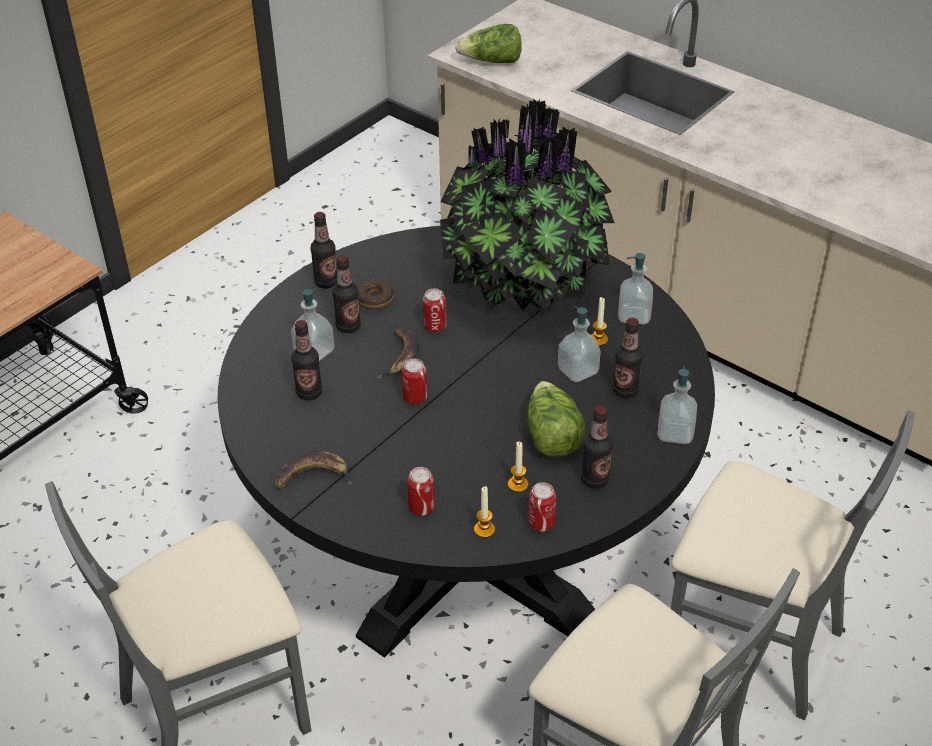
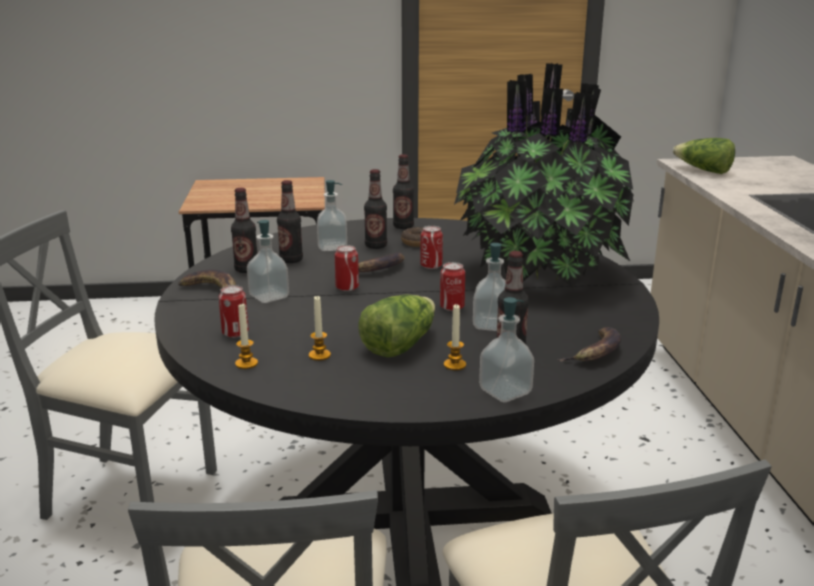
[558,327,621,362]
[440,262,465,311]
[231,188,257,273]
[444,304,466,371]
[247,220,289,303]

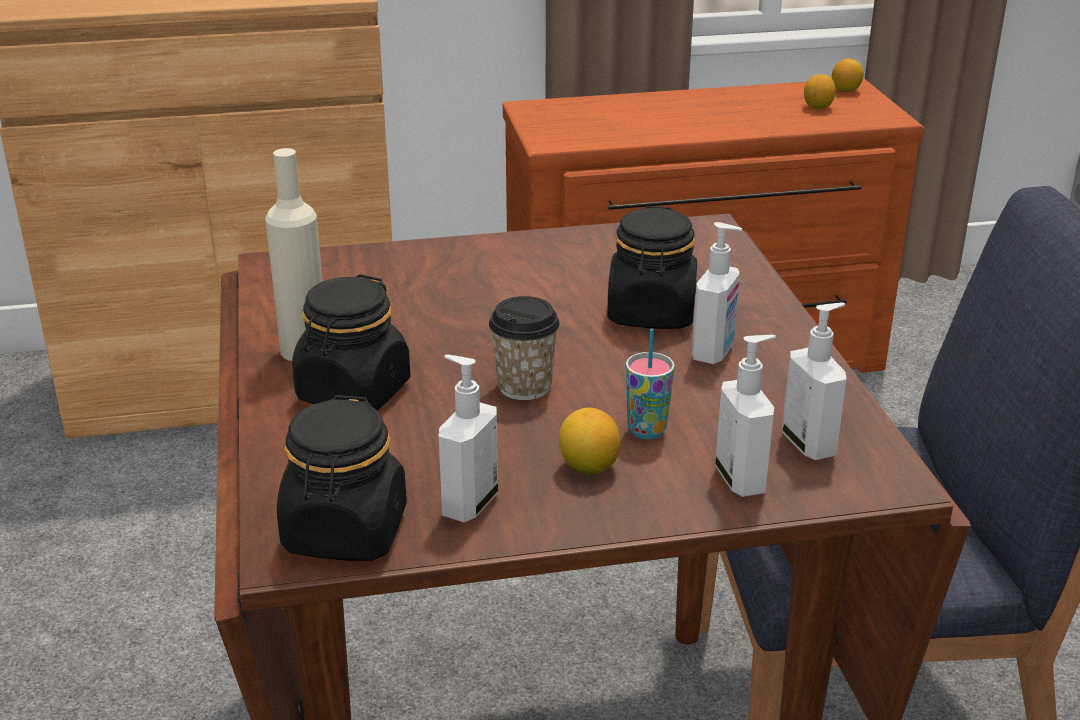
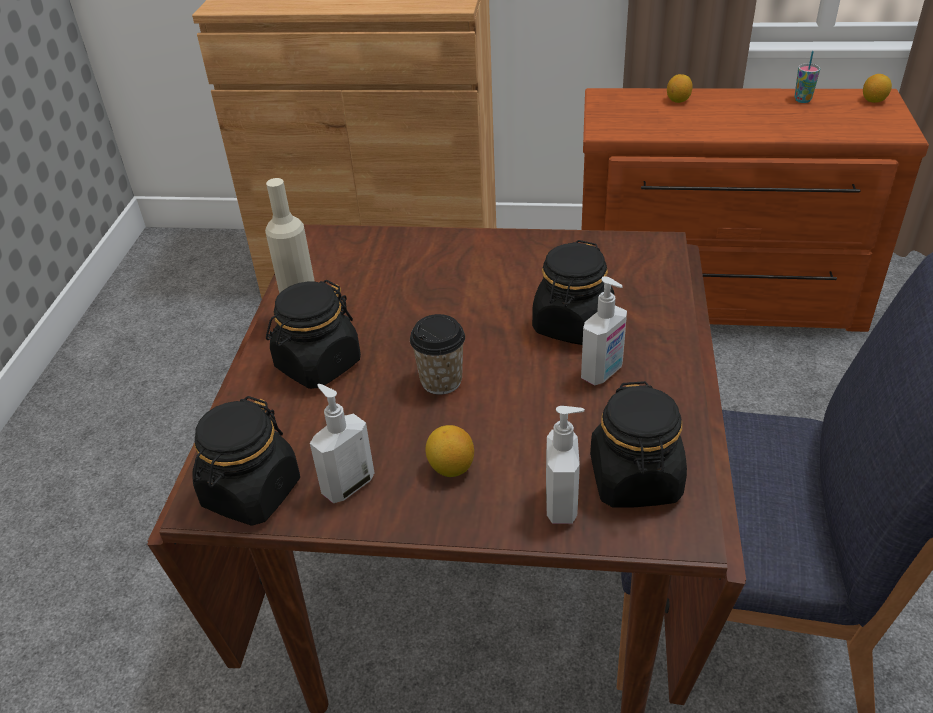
[795,51,820,103]
[667,74,693,103]
[590,381,687,508]

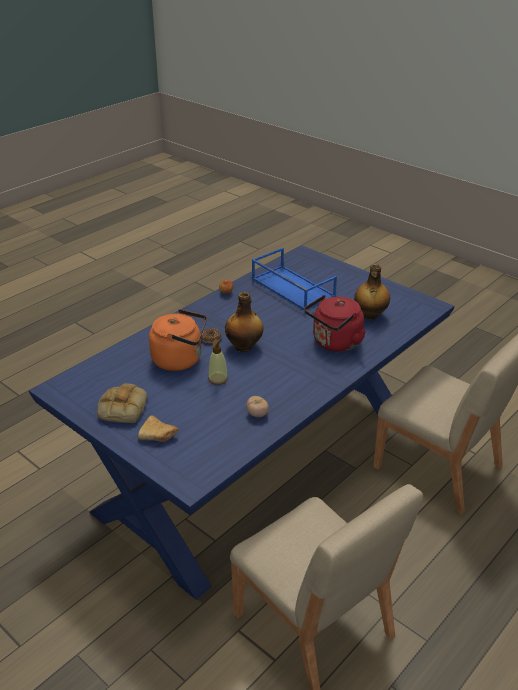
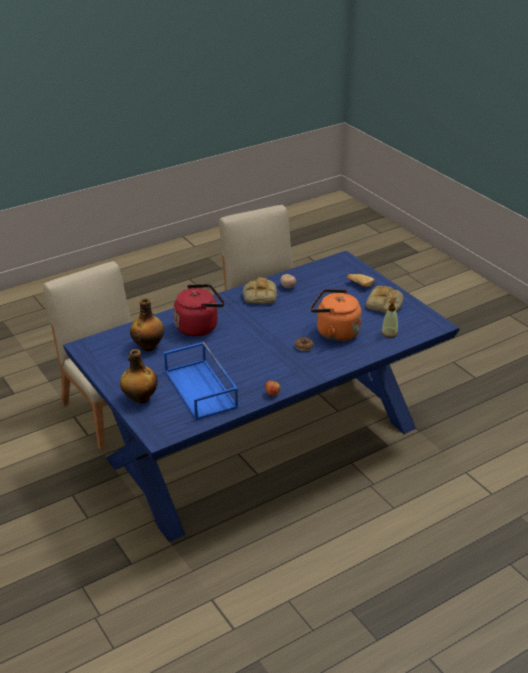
[243,278,277,304]
[381,297,398,338]
[120,349,158,404]

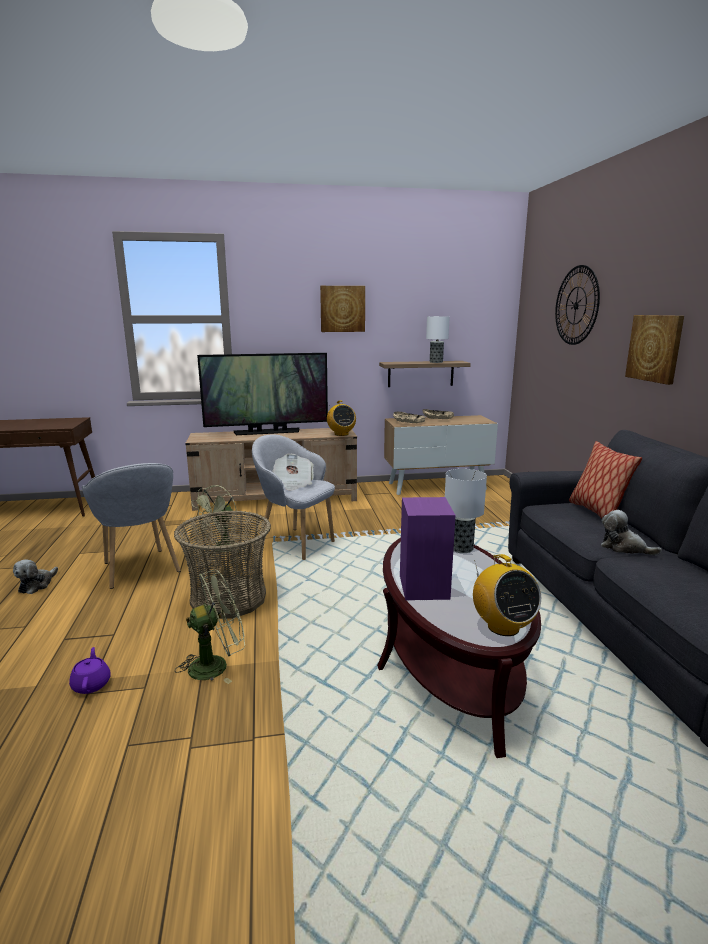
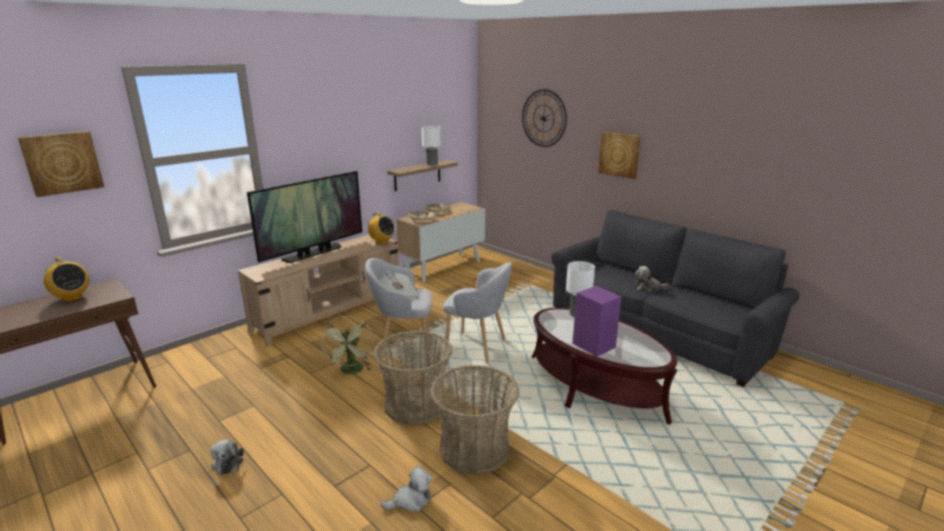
[569,441,642,519] (first image)
[443,262,512,364]
[18,131,104,197]
[44,257,89,302]
[381,466,432,512]
[430,365,519,475]

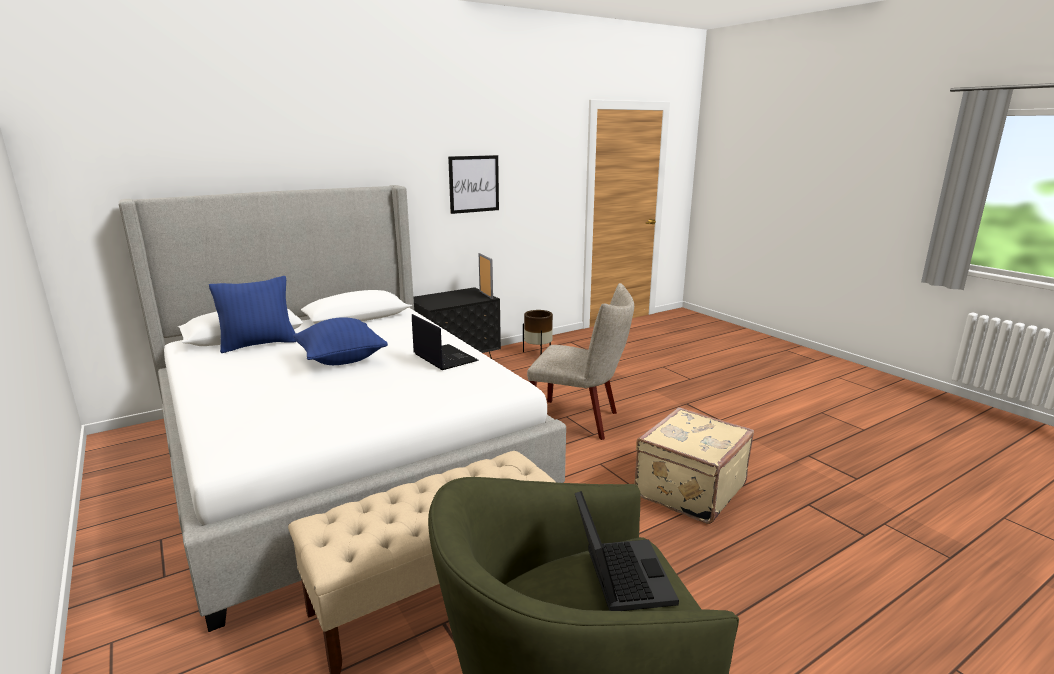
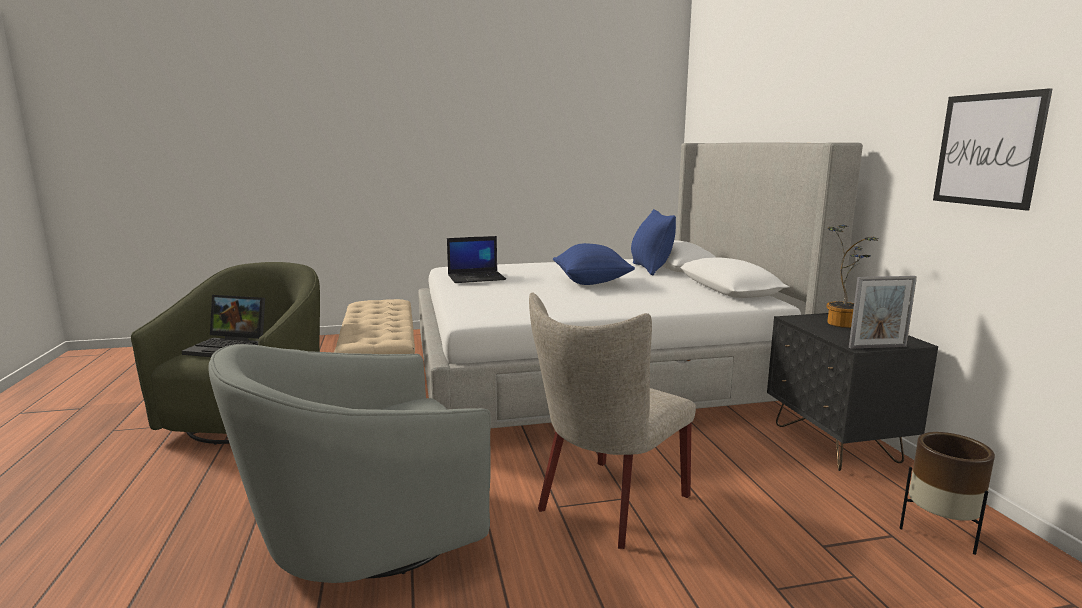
[826,225,878,328]
[447,236,506,283]
[208,344,491,583]

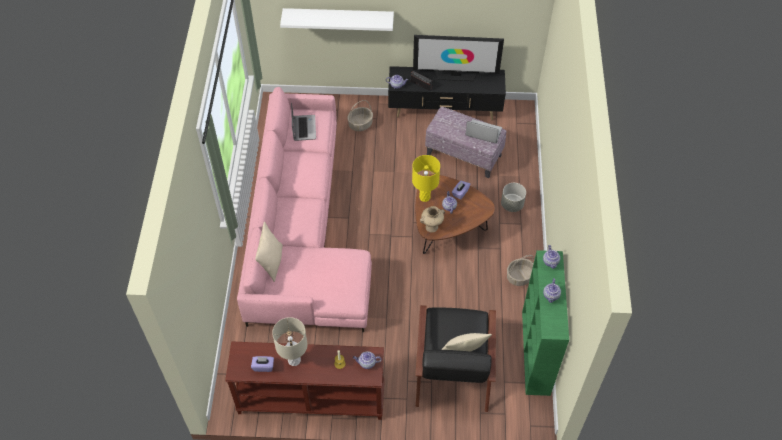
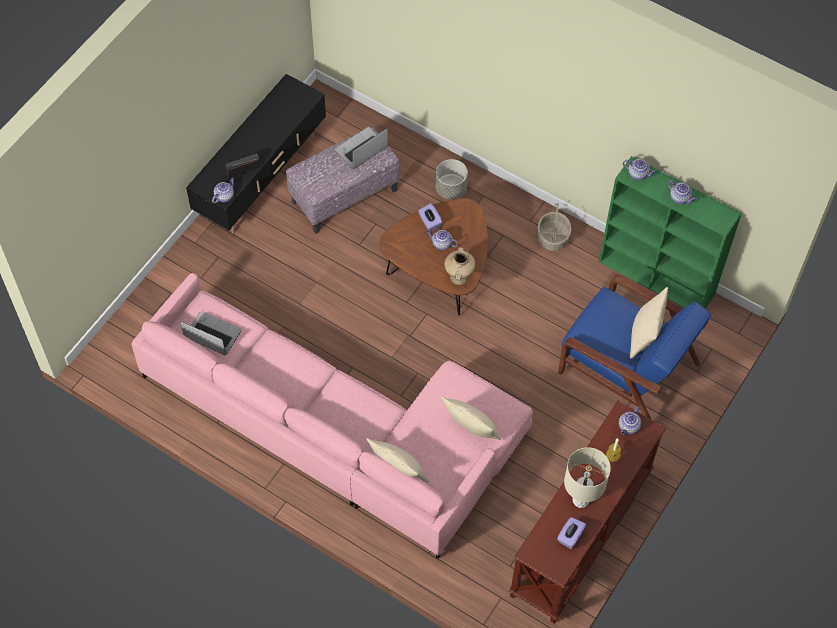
[280,8,394,31] (first image)
[347,100,373,131] (first image)
[412,155,440,202] (first image)
[413,35,504,81] (first image)
[441,396,501,440]
[558,274,711,419]

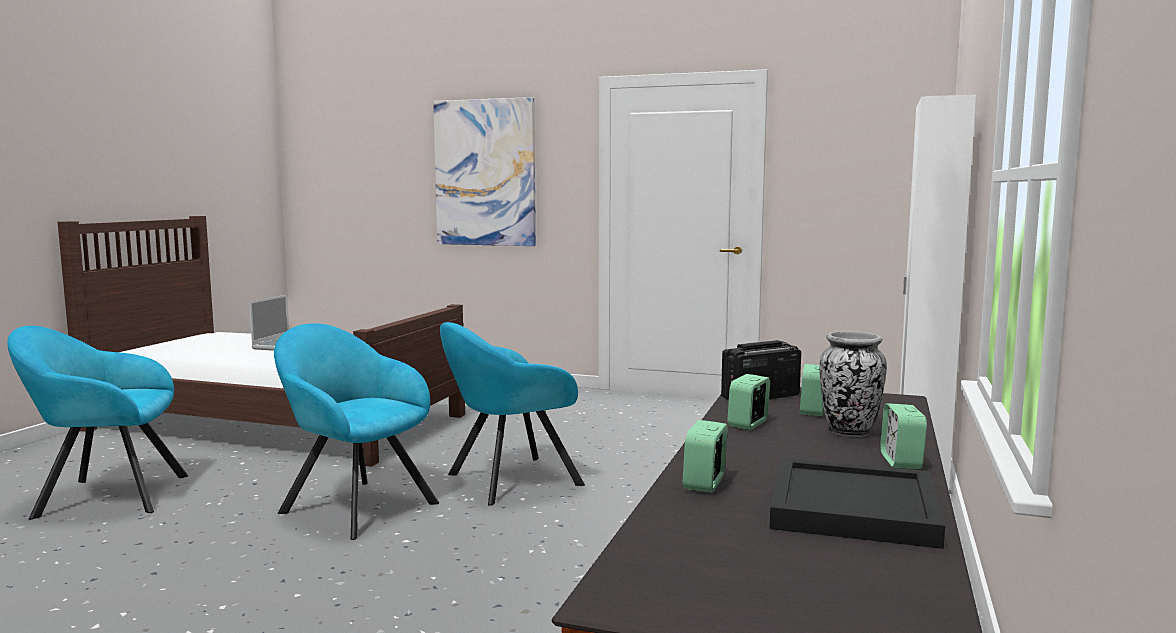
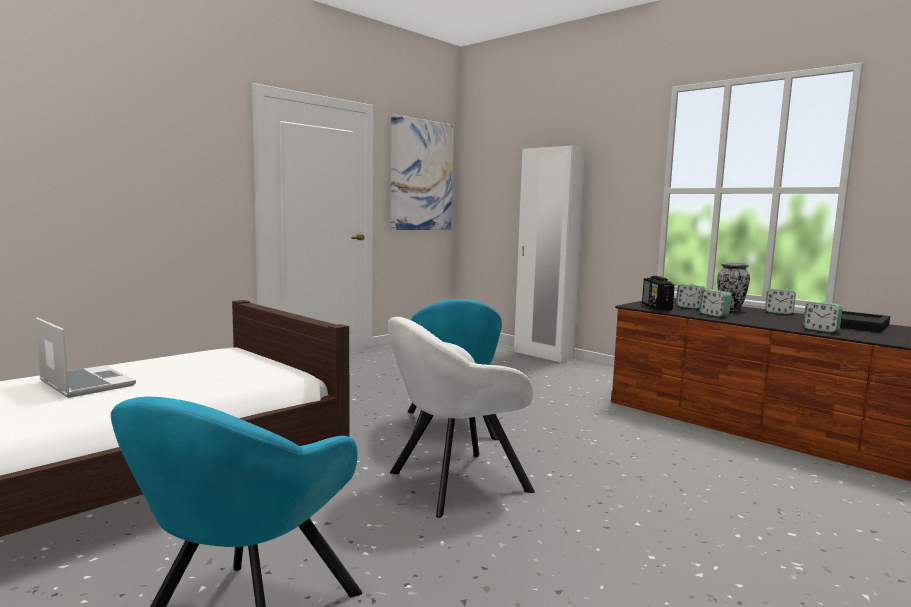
[390,114,454,230]
[388,317,535,518]

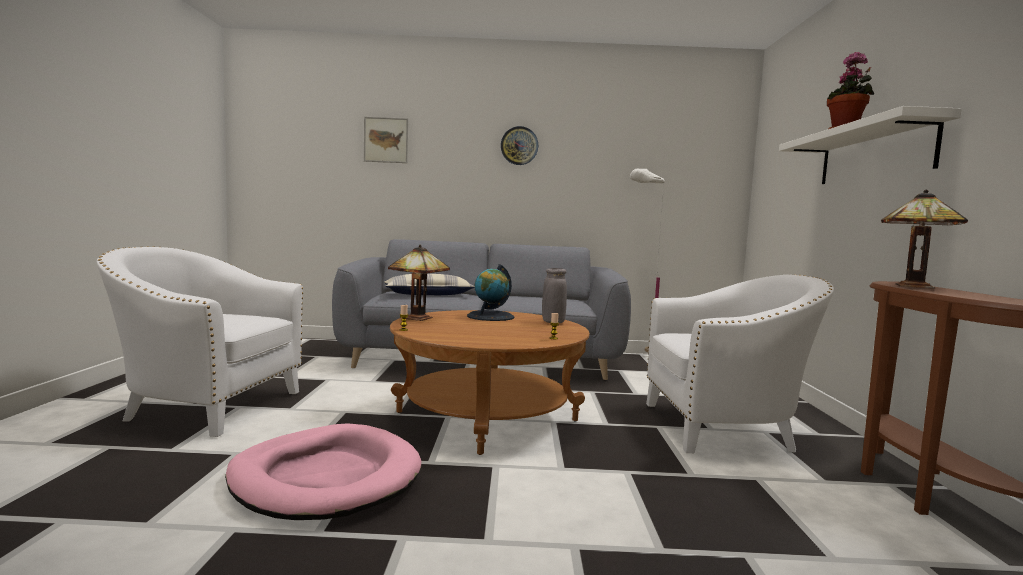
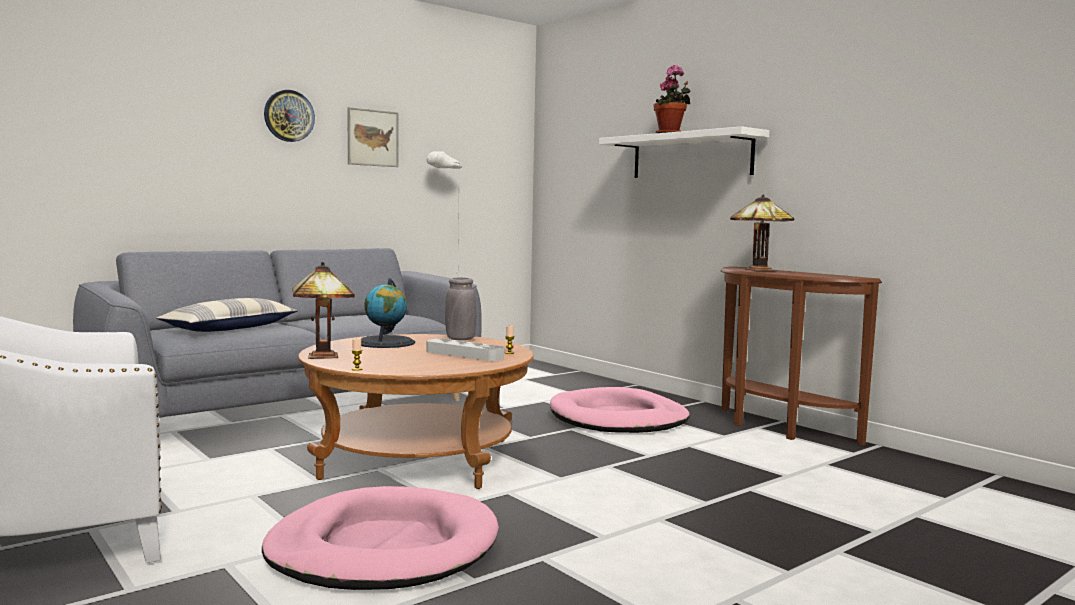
[427,338,504,361]
[347,107,398,167]
[550,387,690,433]

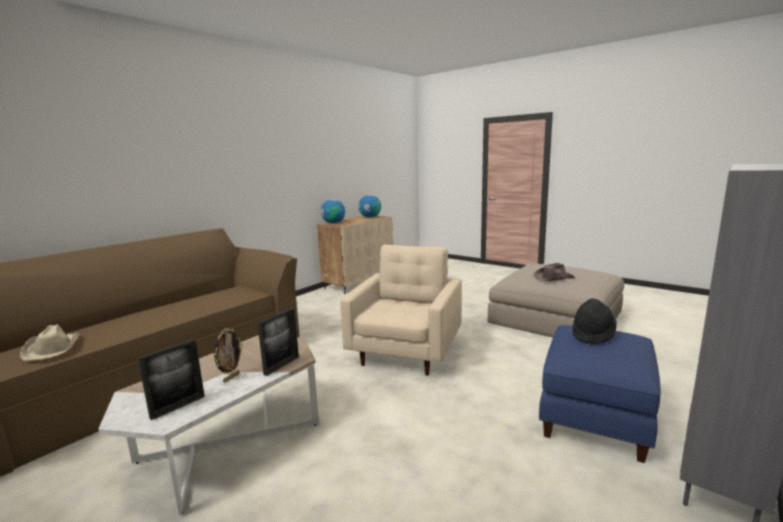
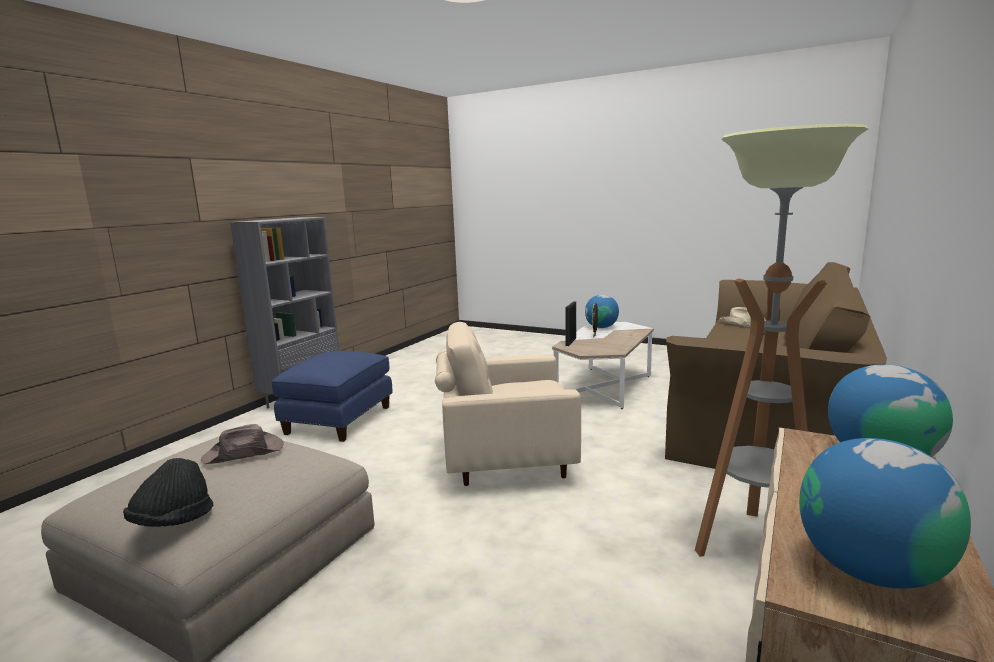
[695,124,869,557]
[123,458,213,527]
[585,295,619,328]
[435,322,581,486]

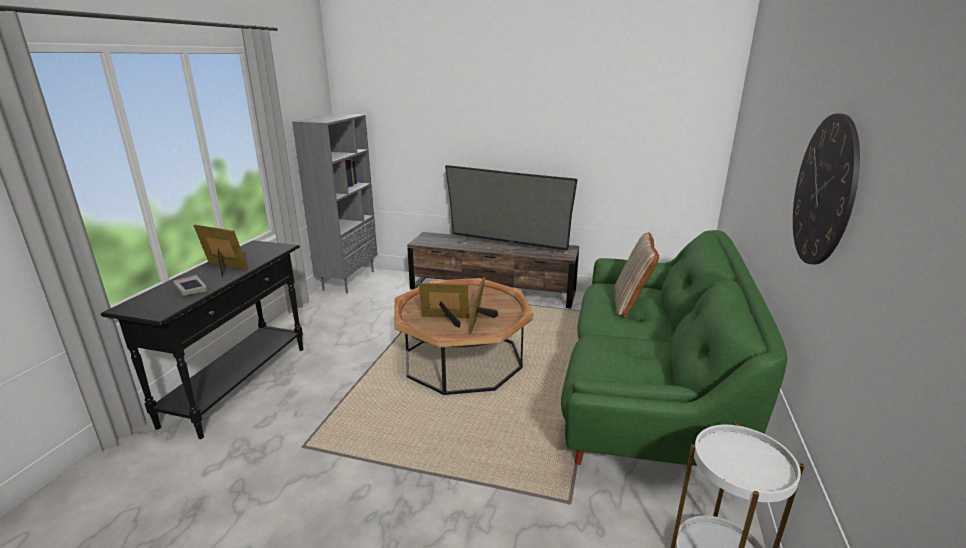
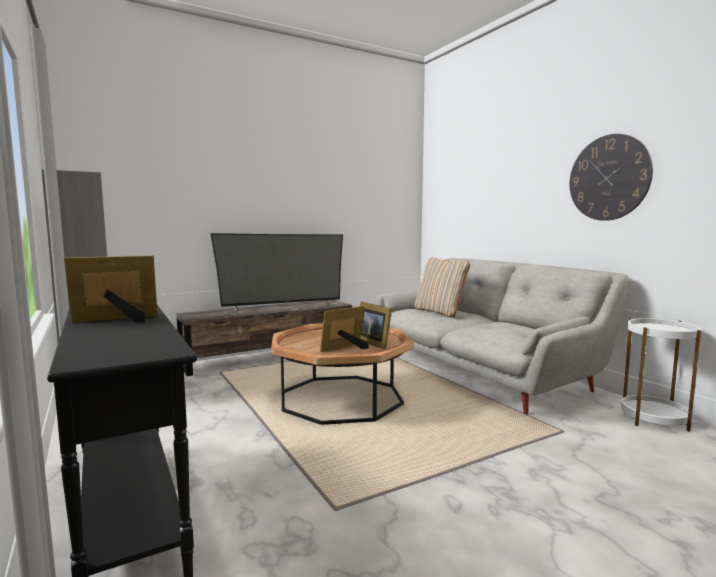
[173,275,207,296] (first image)
[376,258,629,415]

